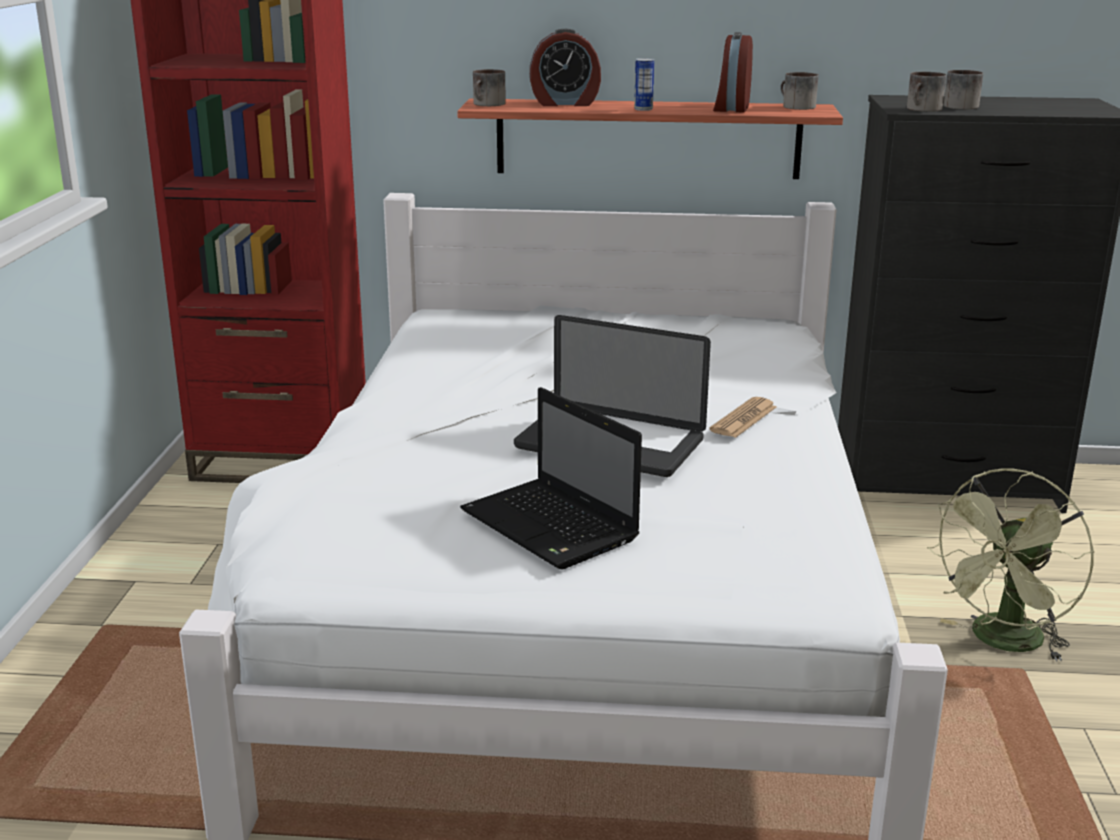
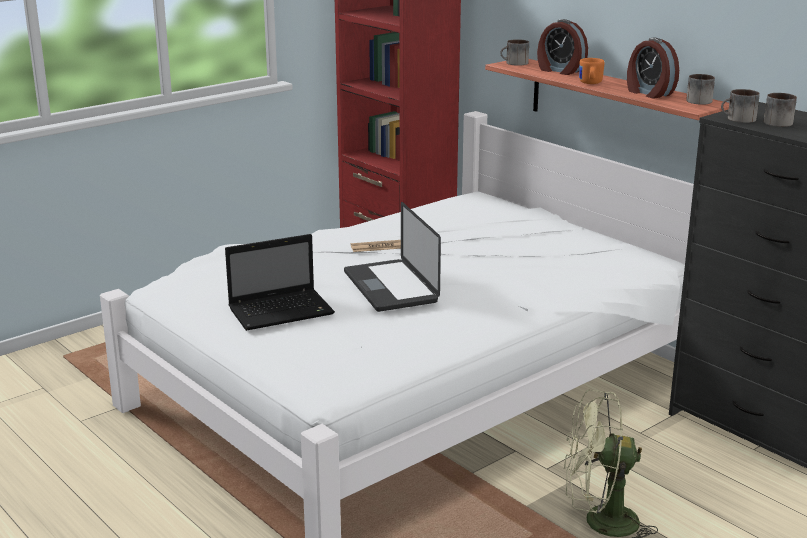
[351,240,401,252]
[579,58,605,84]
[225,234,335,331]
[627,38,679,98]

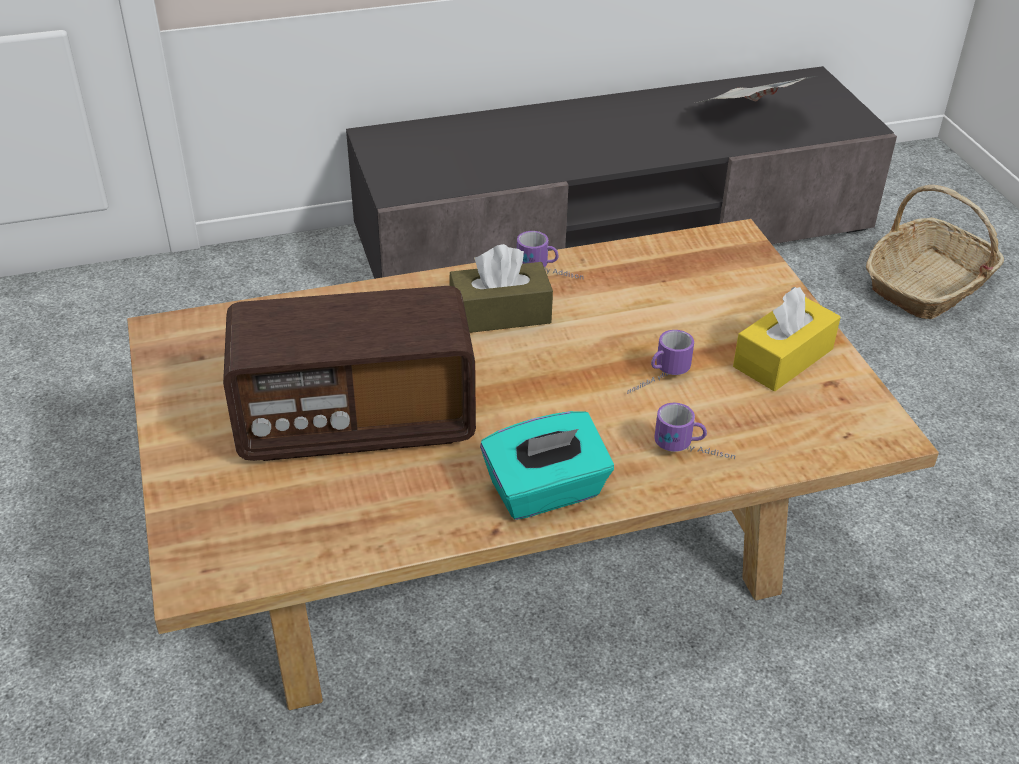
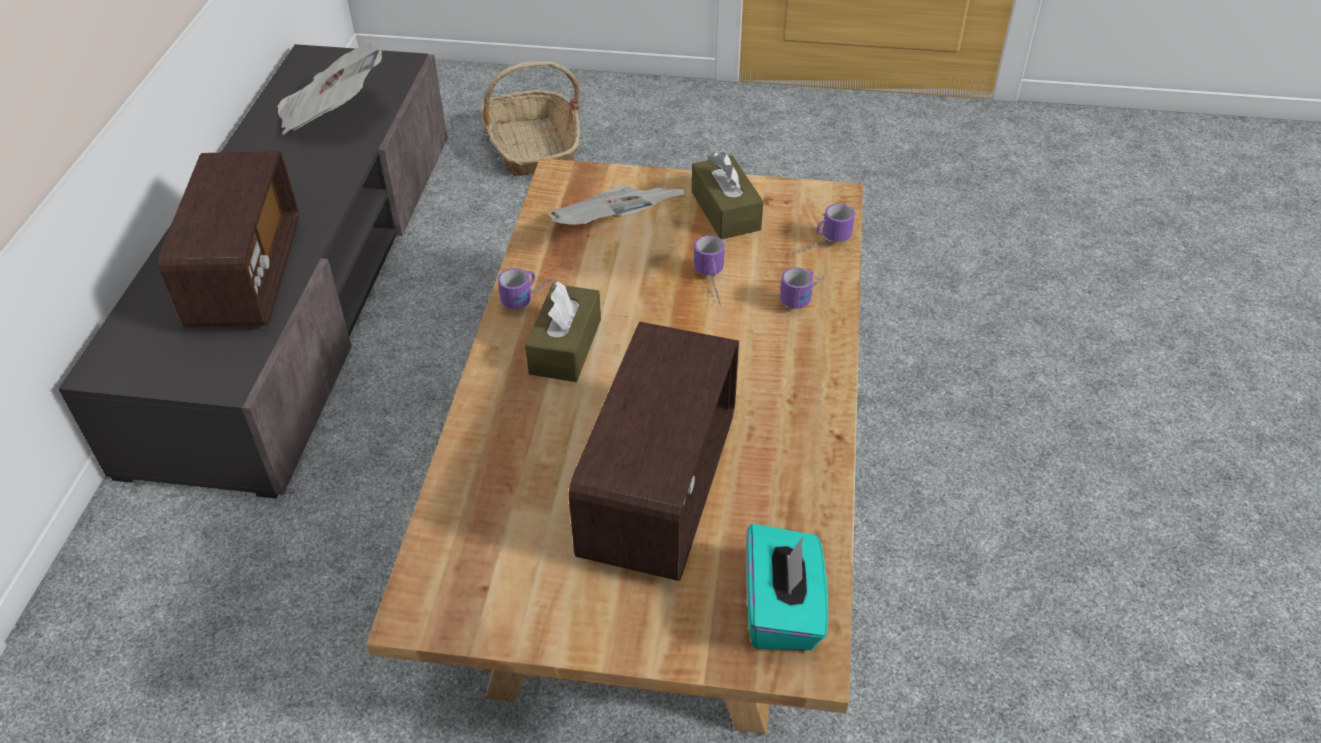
[158,151,299,327]
[548,185,686,225]
[794,203,855,254]
[746,524,828,650]
[692,152,763,239]

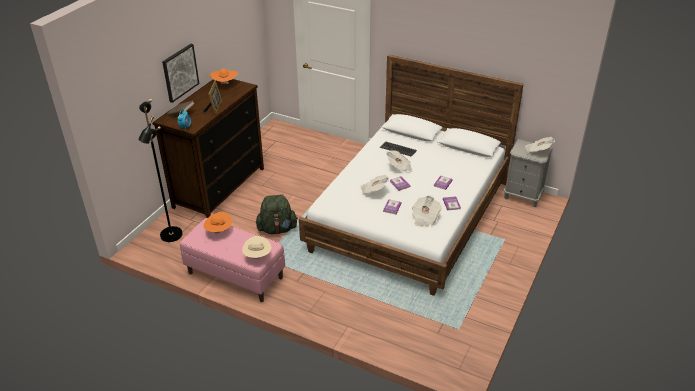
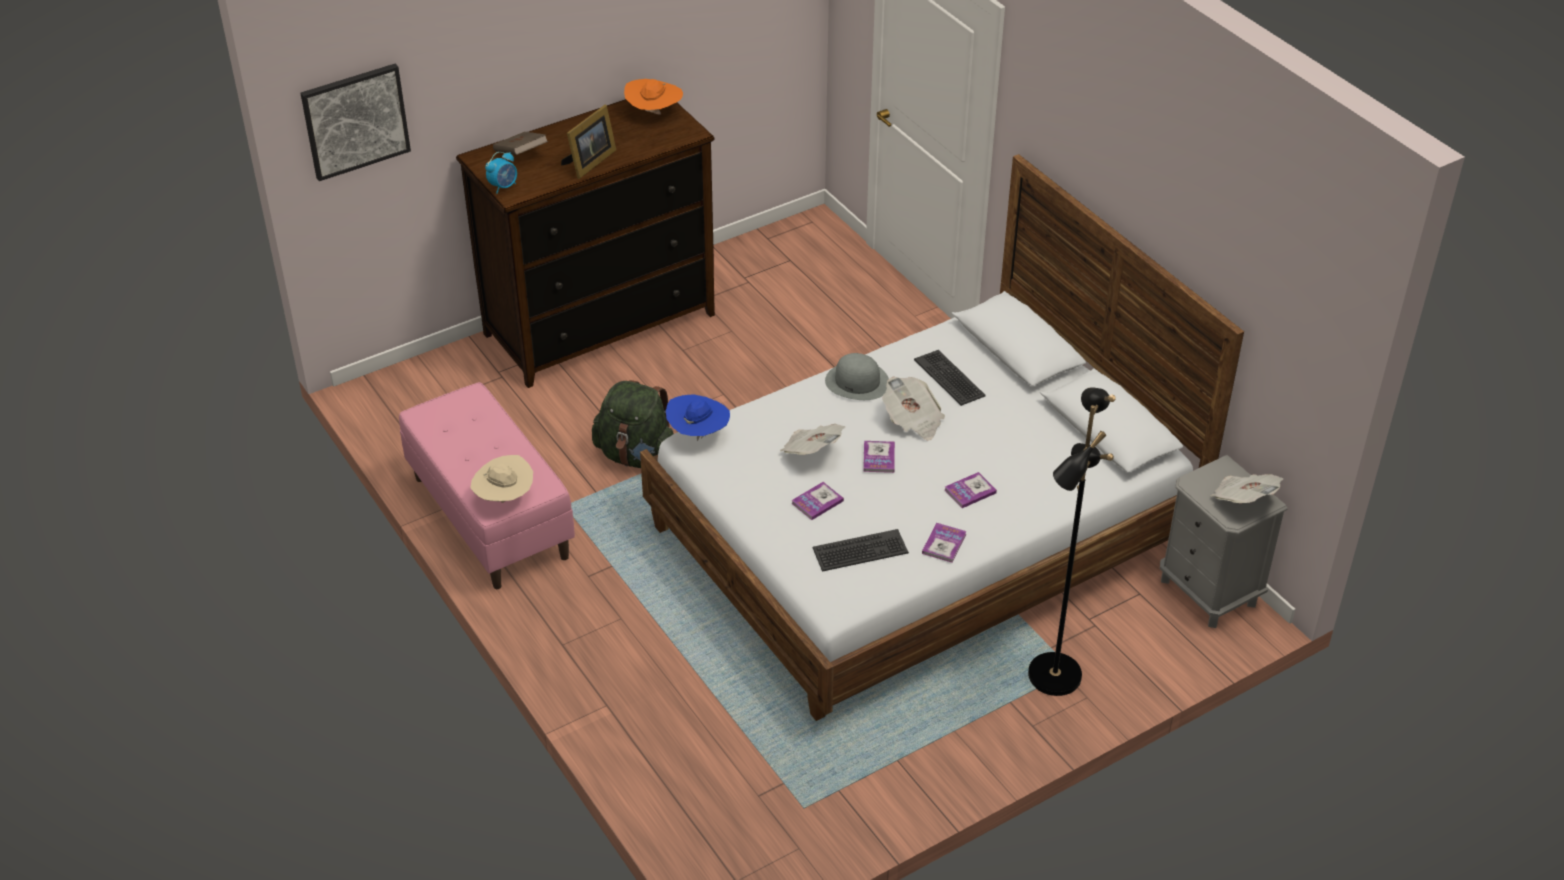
[204,212,232,233] (first image)
[666,394,730,441]
[825,353,889,400]
[1028,387,1116,696]
[300,64,411,181]
[813,529,909,572]

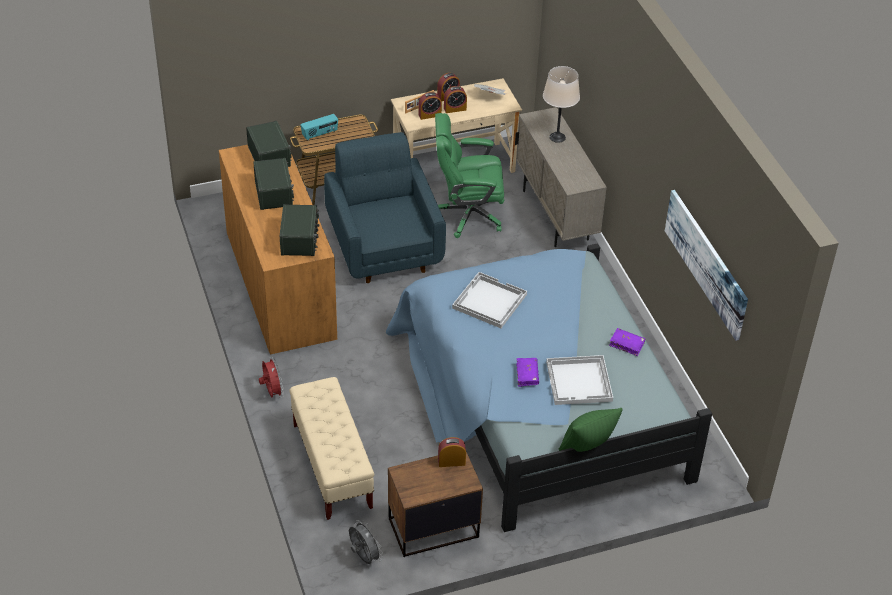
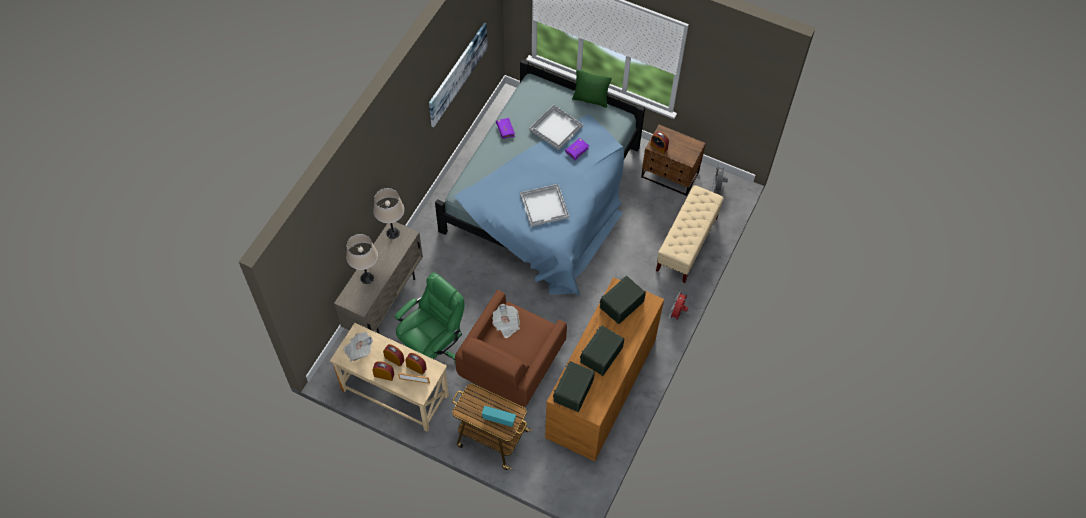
[373,188,404,239]
[492,304,520,338]
[455,290,567,407]
[395,272,464,364]

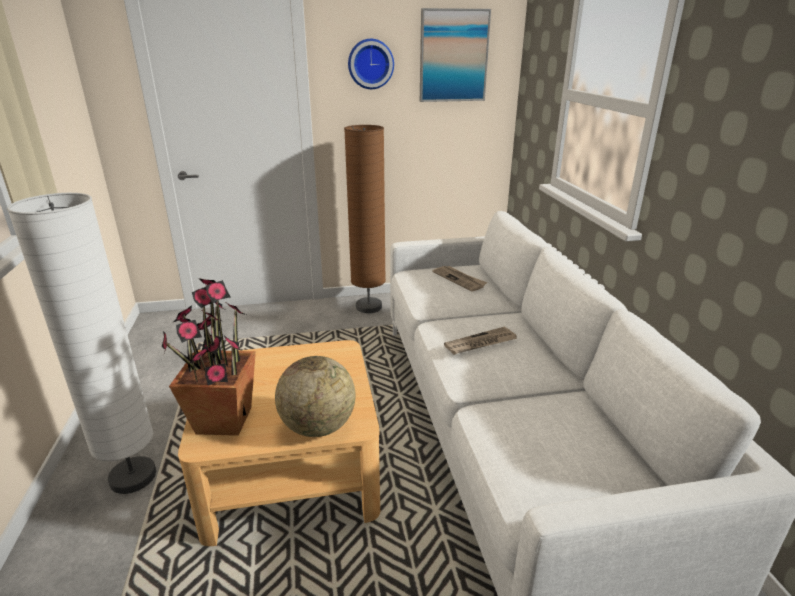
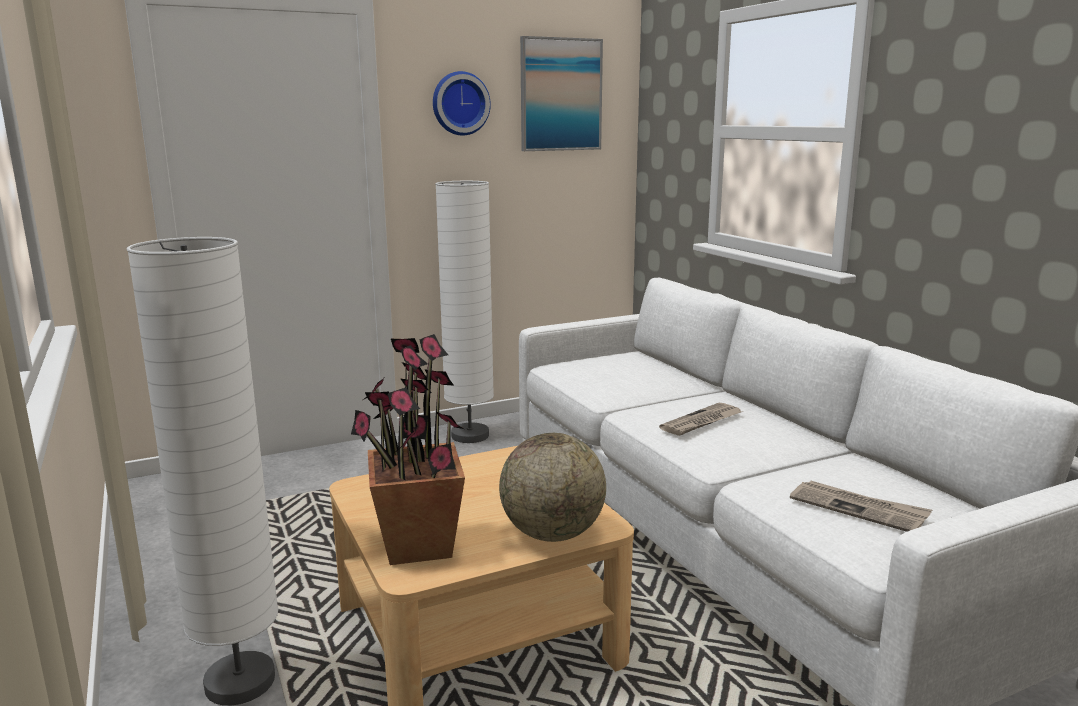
[790,481,932,532]
[435,181,494,443]

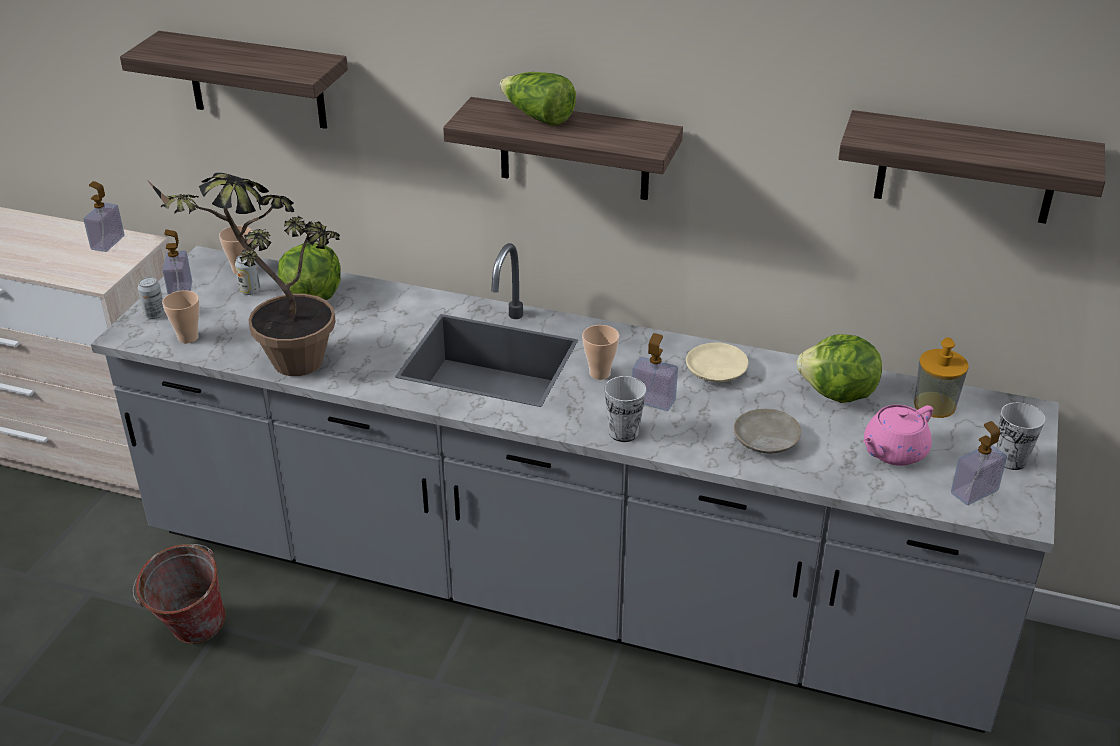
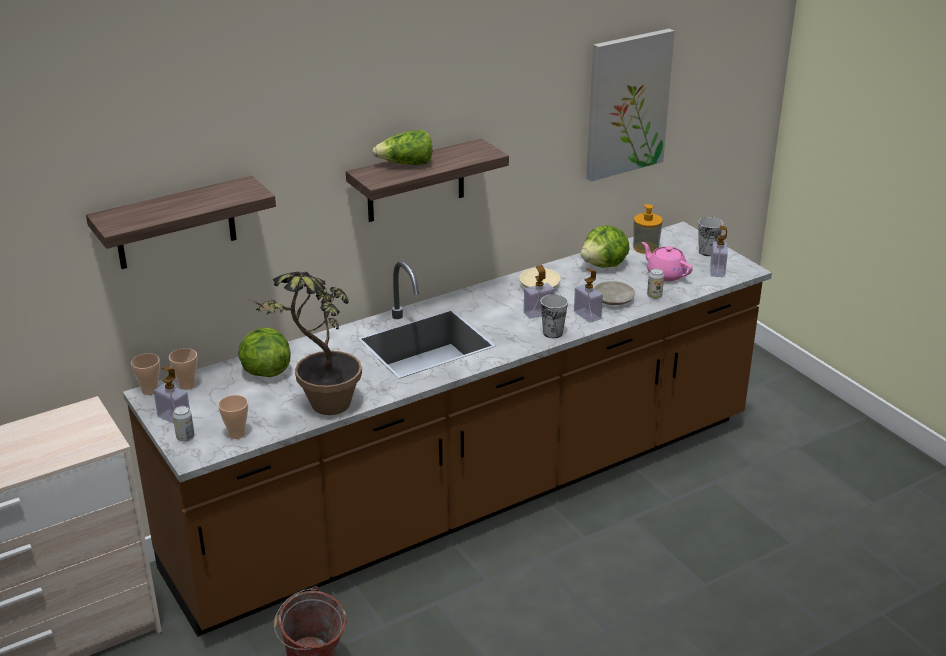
[574,268,603,323]
[647,268,664,299]
[131,353,160,395]
[586,29,675,181]
[123,221,772,637]
[642,242,693,281]

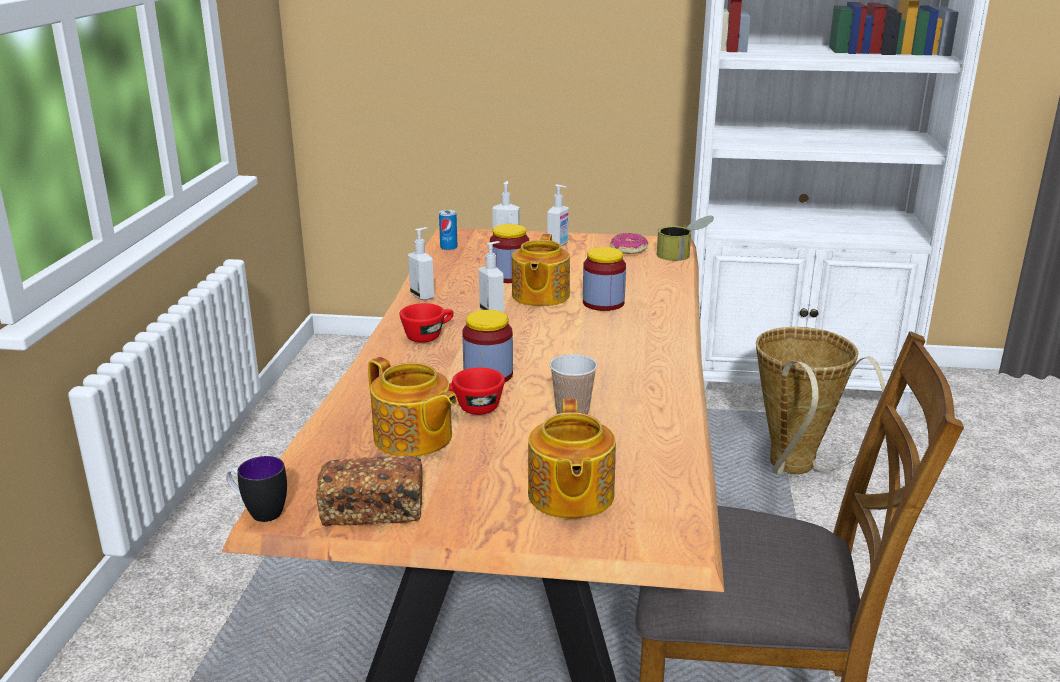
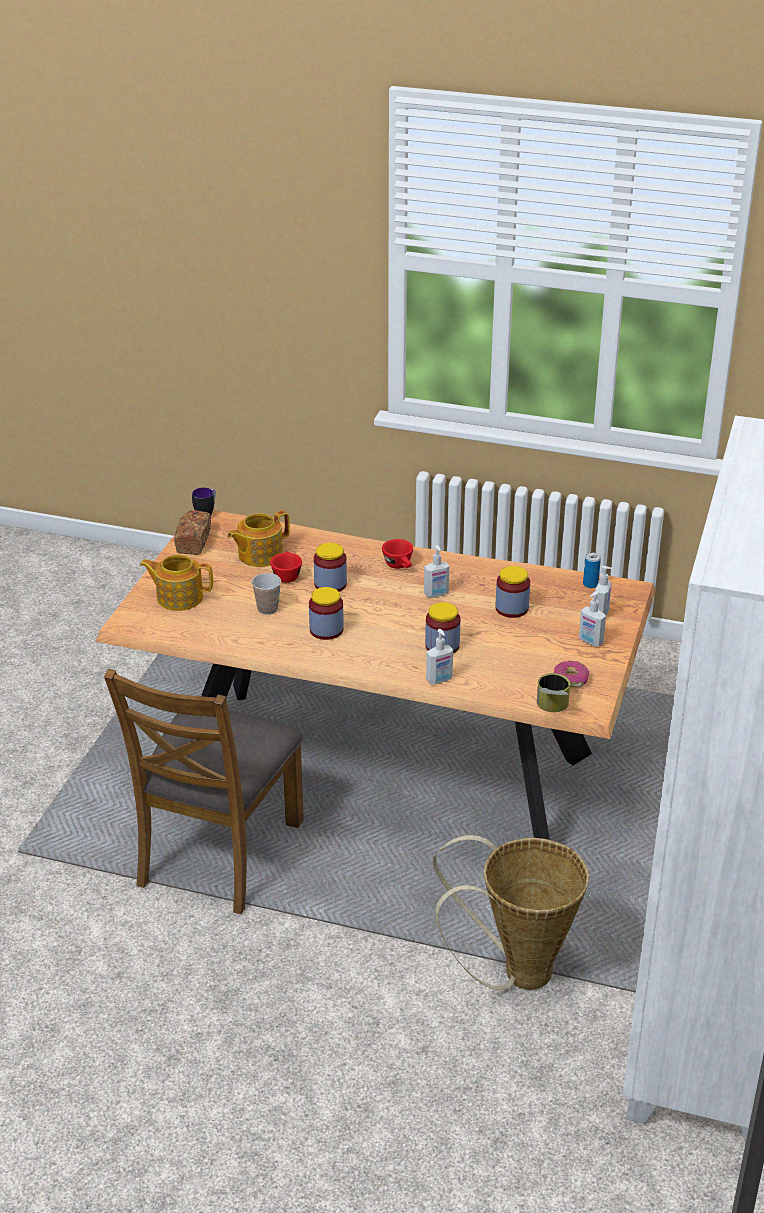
[512,234,570,306] (first image)
[309,587,344,640]
[426,629,453,684]

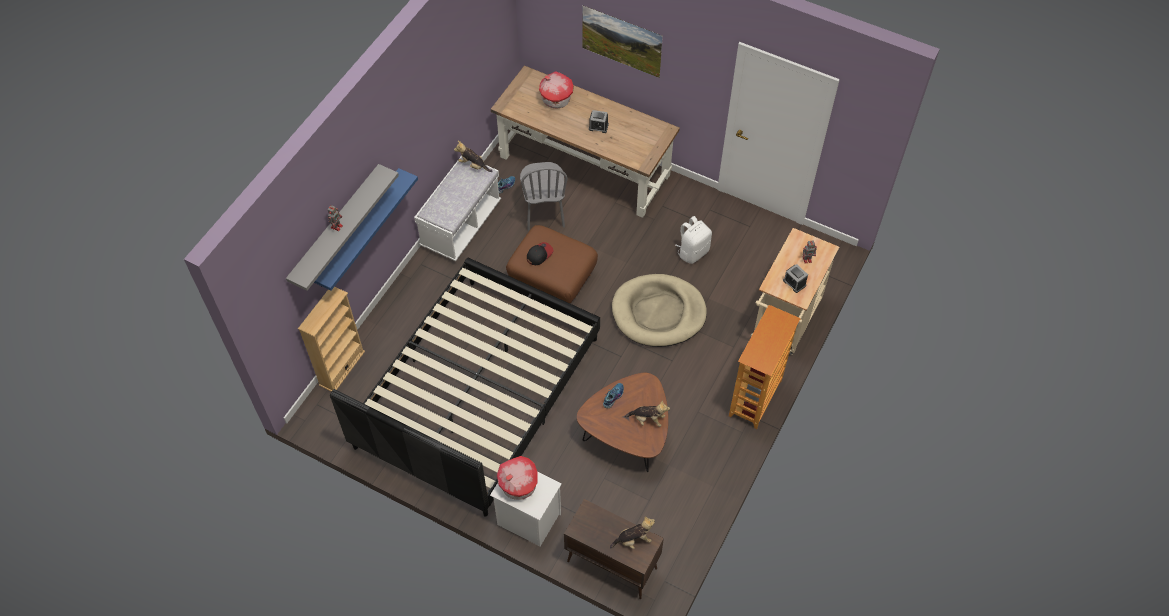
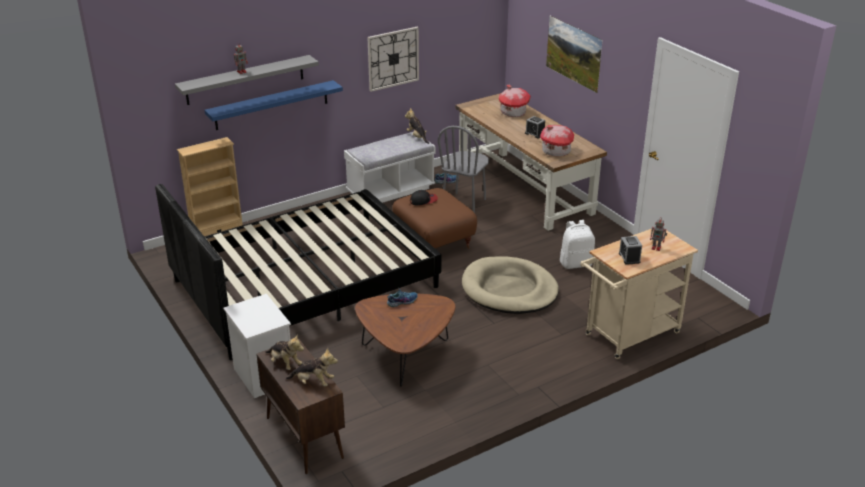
[729,305,801,429] (first image)
[367,27,419,92]
[540,125,574,156]
[265,334,304,370]

